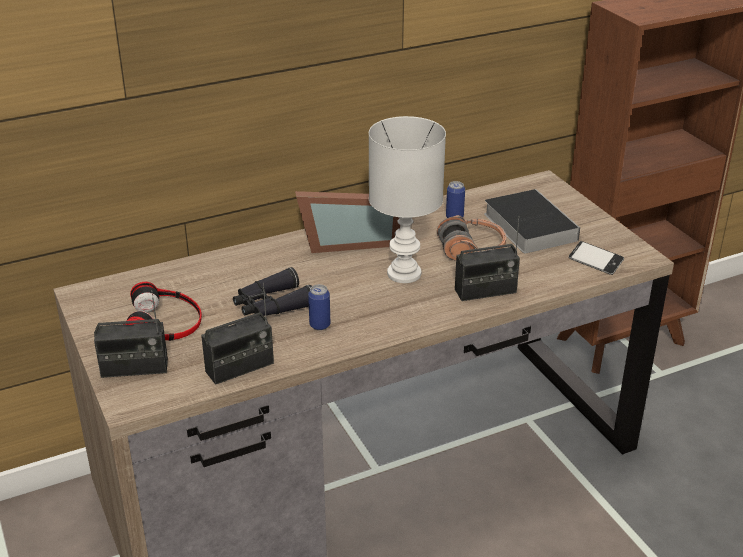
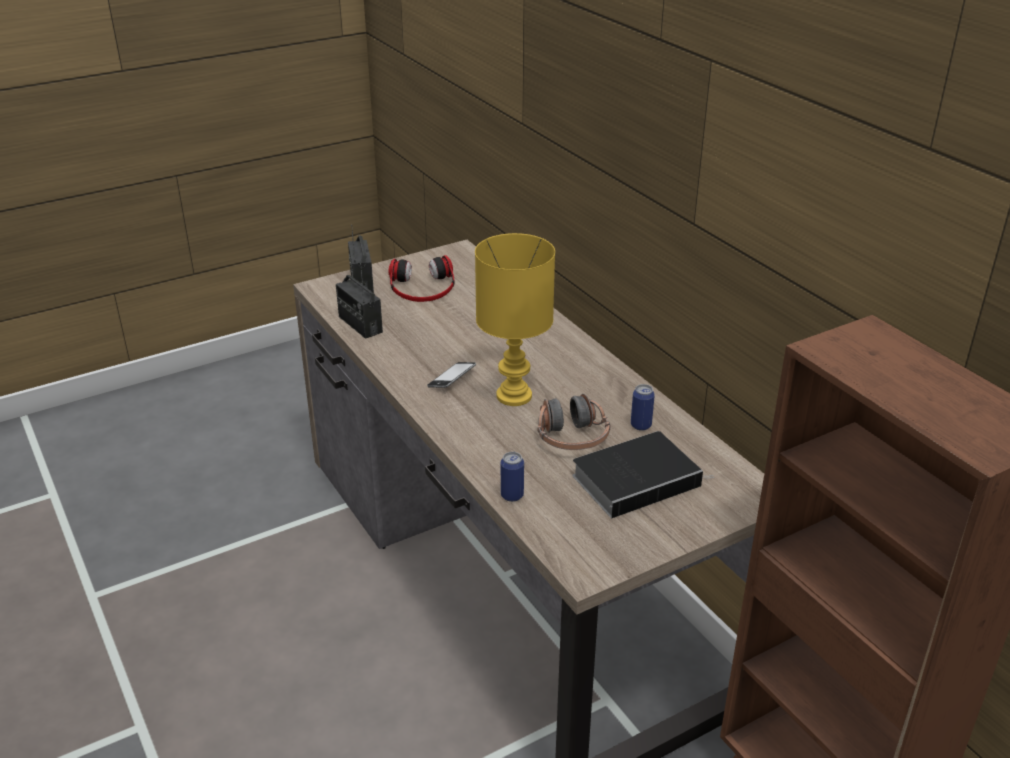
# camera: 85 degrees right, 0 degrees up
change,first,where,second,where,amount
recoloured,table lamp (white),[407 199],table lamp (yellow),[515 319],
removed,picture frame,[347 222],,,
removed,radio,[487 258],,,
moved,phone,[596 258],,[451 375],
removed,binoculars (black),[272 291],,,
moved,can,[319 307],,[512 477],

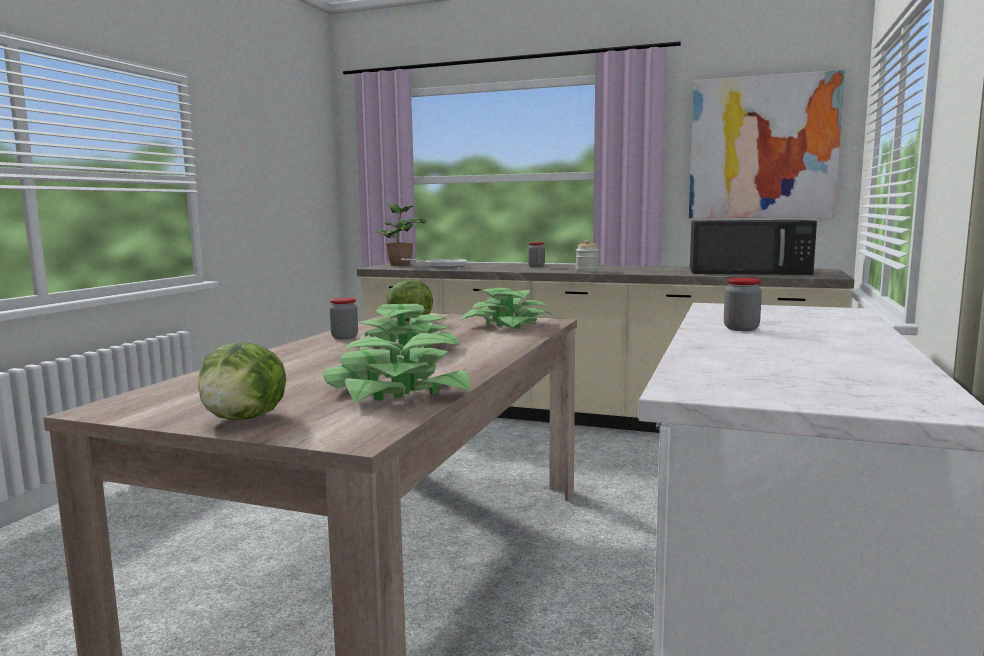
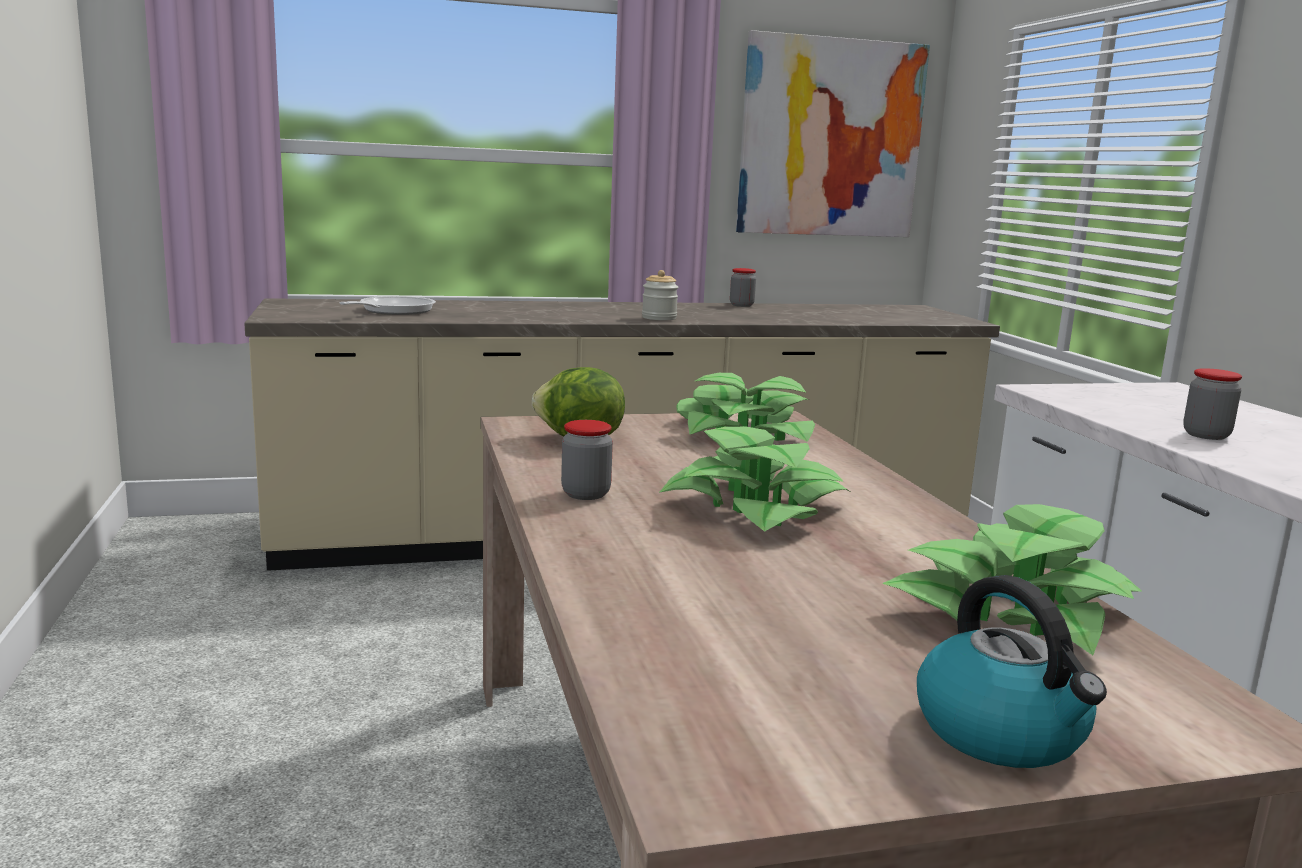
# camera: 35 degrees left, 5 degrees up
change,first,where,second,where,amount
removed,potted plant,[401 234],,,
removed,microwave (black),[753 247],,,
moved,jar,[536 254],,[743 287],
replaced,lettuce,[242 381],kettle,[1012 671],

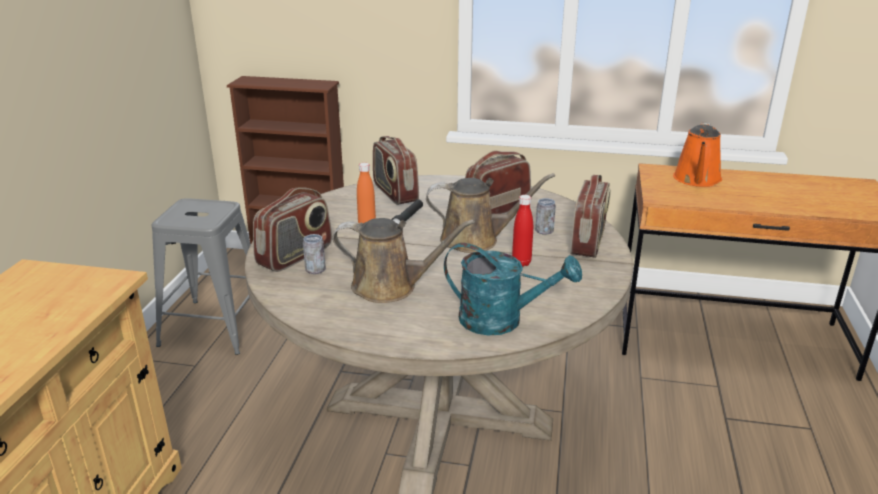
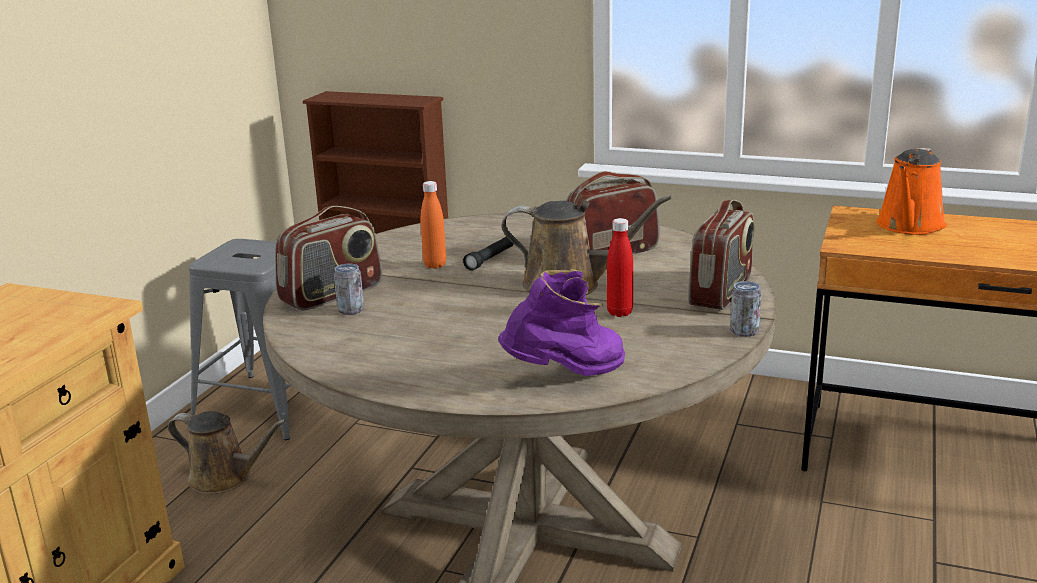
# camera: 10 degrees right, 5 degrees down
change,first,where,second,where,amount
removed,radio,[396 170],,,
moved,can,[545 216],,[746 309],
moved,watering can (brown),[403 260],,[227 453],
replaced,watering can (turquoise),[513 289],boot (purple),[561 322],

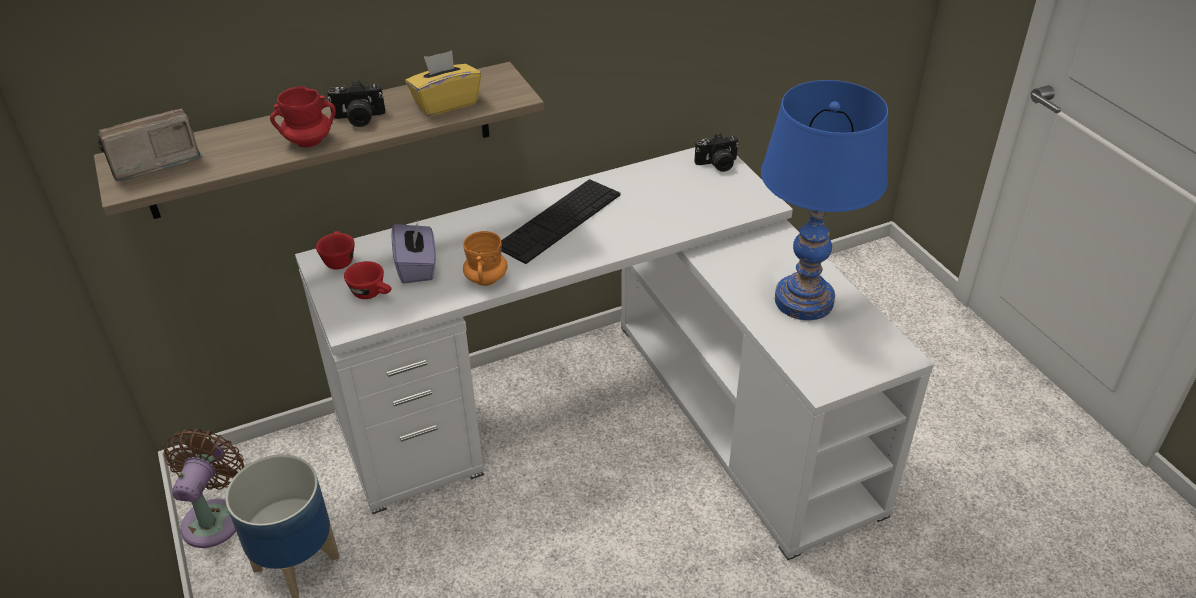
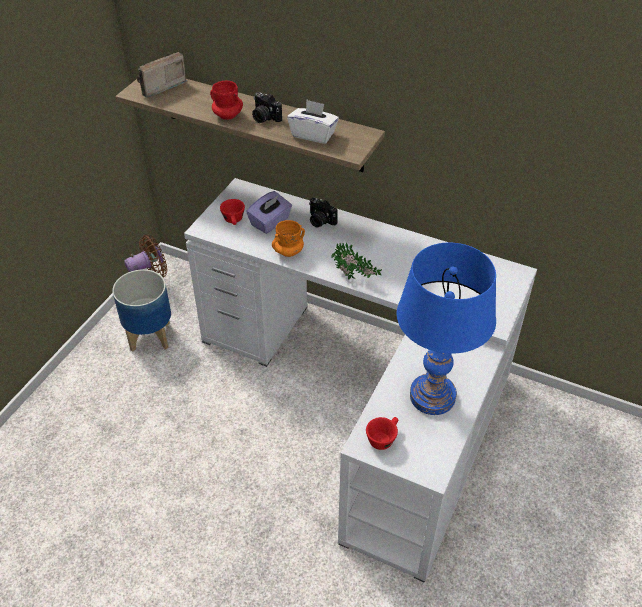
# camera: 50 degrees right, 5 degrees up
change,first,where,second,where,amount
recoloured,tissue box (yellow),[443 83],tissue box (white),[313 121],
turned,radio,[150 144],,[162 75],60 degrees counterclockwise
moved,photo camera,[716 152],,[323 213],
removed,keyboard,[561 221],,,
moved,cup (red),[335 250],,[382 433],
added,,,potted plant,[356 261],

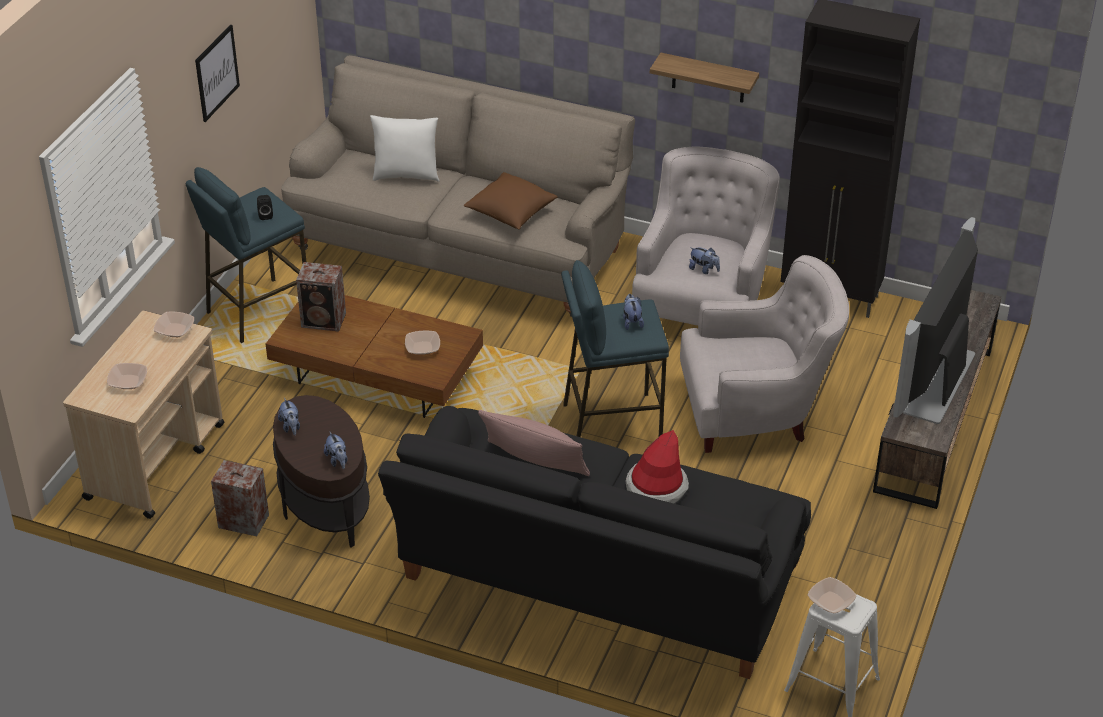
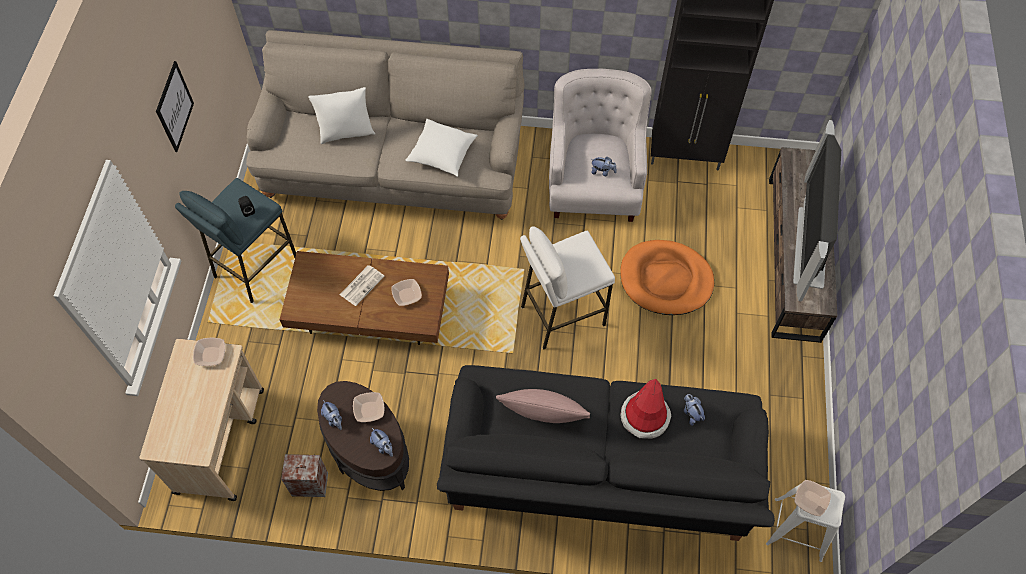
# camera: 15 degrees left, 20 degrees up
change,first,where,second,where,amount
removed,shelf,[704 78],,,
recoloured,pillow (brown),[510 201],pillow (white),[441 148],
replaced,armchair (white),[764 354],dog bed (orange),[667 277],
recoloured,stool (blue),[615 348],stool (white),[567 288],
removed,speaker,[321 297],,,
moved,plush toy,[633 312],,[694 410],
moved,bowl,[127 376],,[368 407],
added,,,newspaper,[362 285],

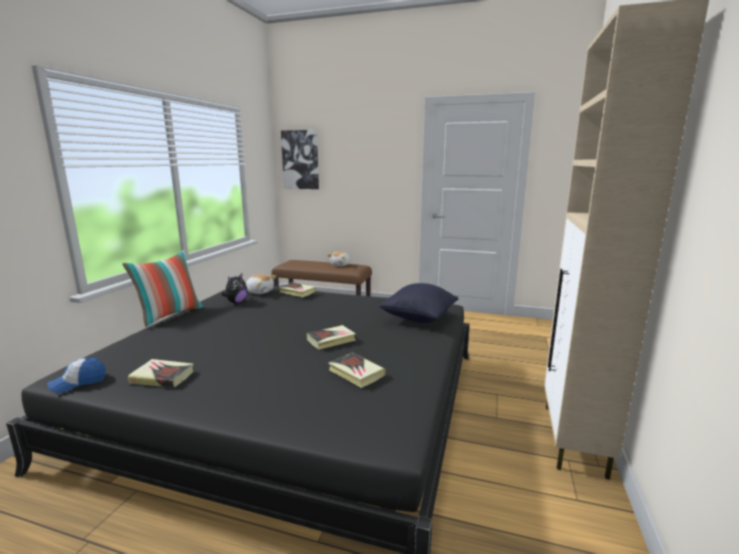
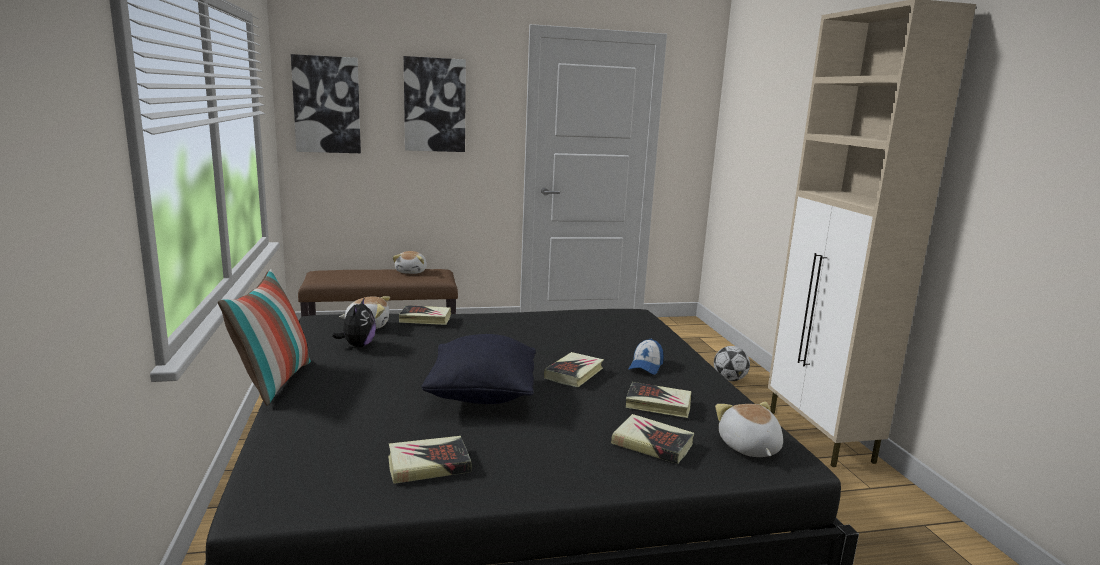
# camera: 30 degrees left, 0 degrees up
change,first,where,second,where,amount
moved,pillow (black),[418 303],,[478 369],
moved,cap,[76 375],,[646 357],
added,,,picture,[435 104],
added,,,football,[732 363],
added,,,plush toy,[749 429],
added,,,book,[652 439],

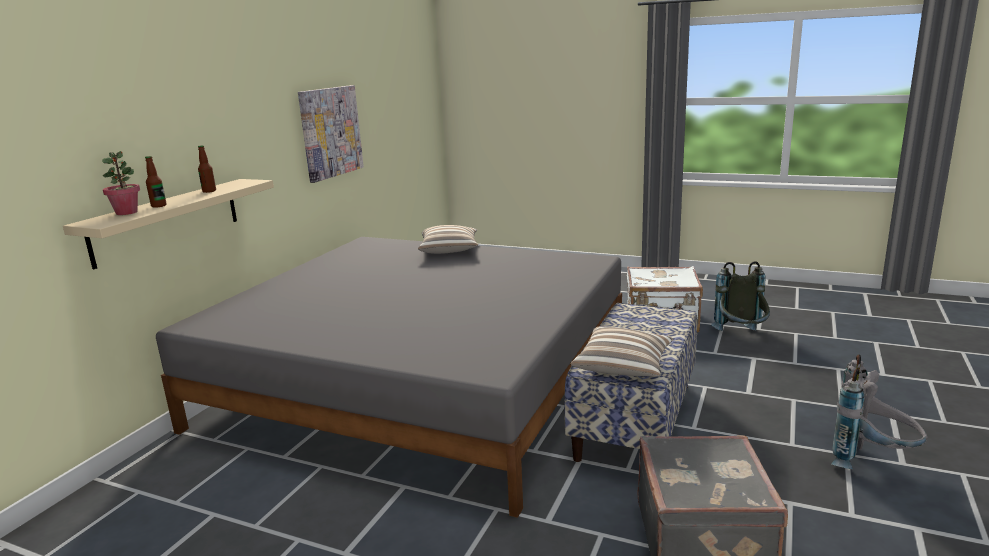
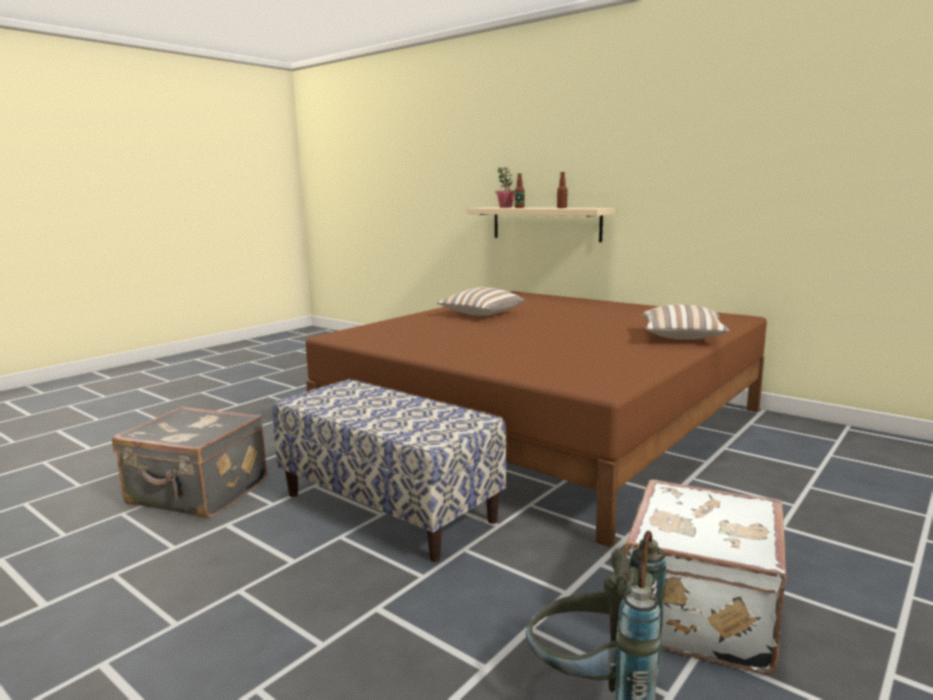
# camera: 105 degrees right, 5 degrees down
change,first,where,second,where,amount
removed,picture,[331 134],,,
recoloured,bed (grey),[389 377],bed (brown),[536 419],
moved,pillow,[622 351],,[481 301],
removed,backpack (grey),[879 412],,,

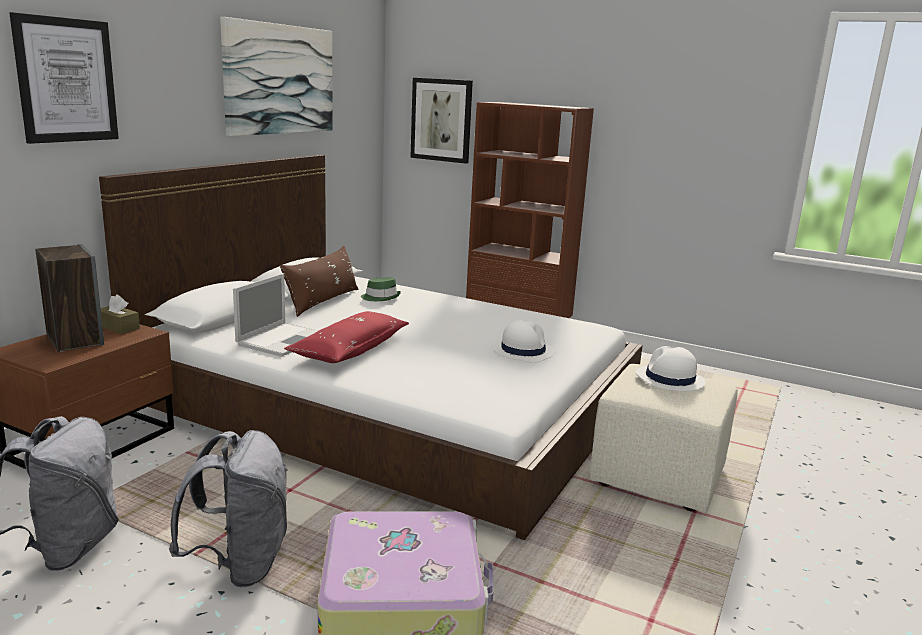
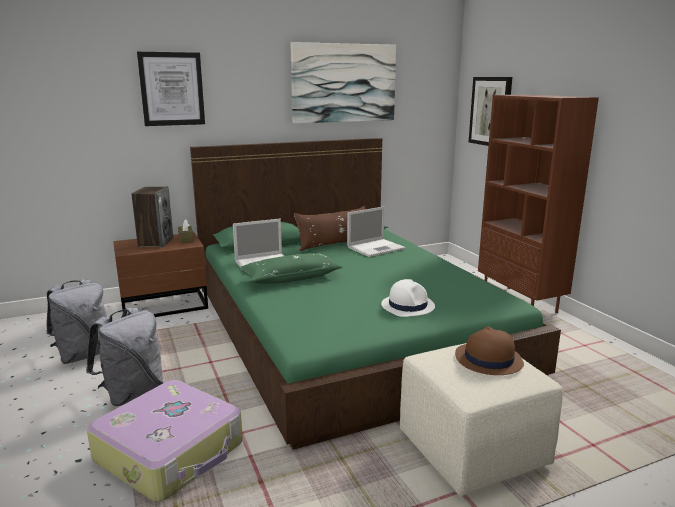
# camera: 40 degrees right, 0 degrees up
change,first,where,second,where,amount
recoloured,bed (white),[371 347],bed (green),[375 294],
replaced,hat (green),[381 289],laptop,[376 232],
recoloured,pillow (red),[346 337],pillow (green),[290 268],
recoloured,hat (white),[671 368],hat (brown),[489 350],

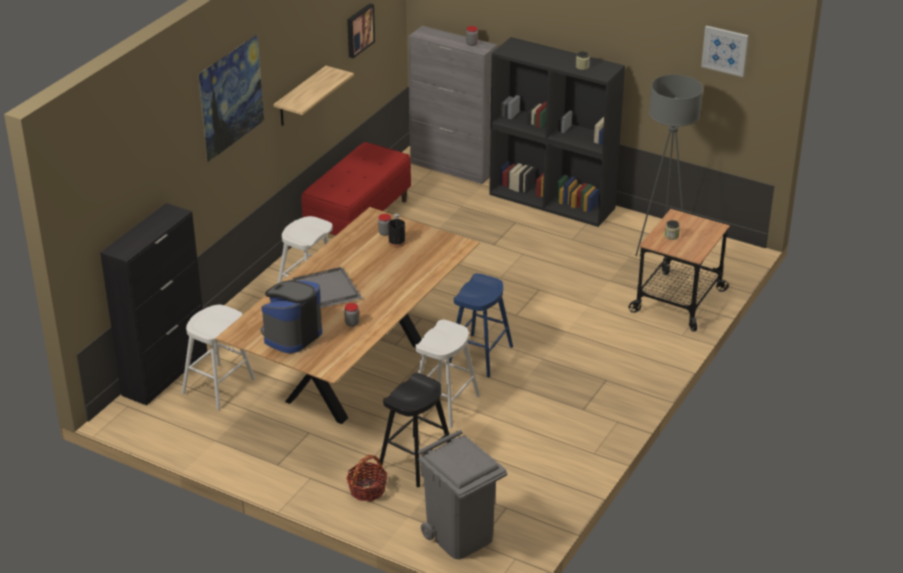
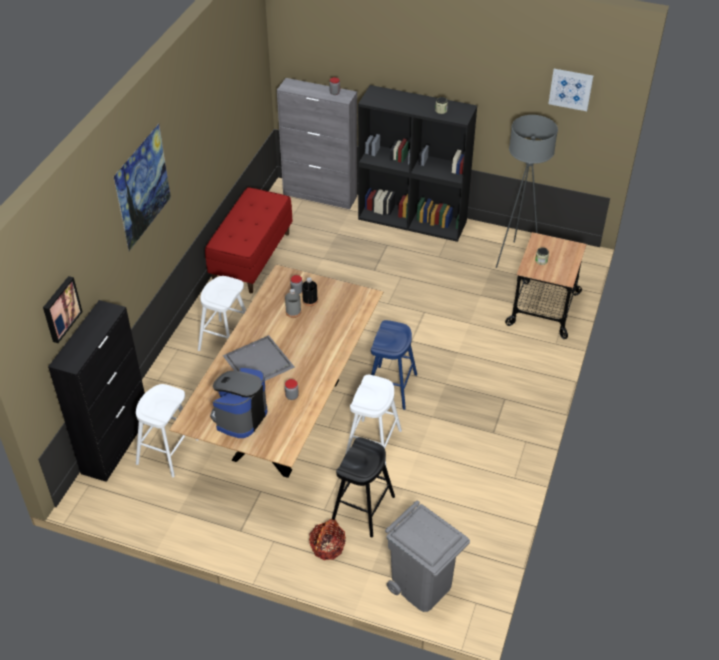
# camera: 10 degrees left, 10 degrees up
change,first,where,second,where,amount
moved,picture,[361 30],,[62 309],
removed,shelf,[313 96],,,
added,,,bottle (grey),[293 303],

